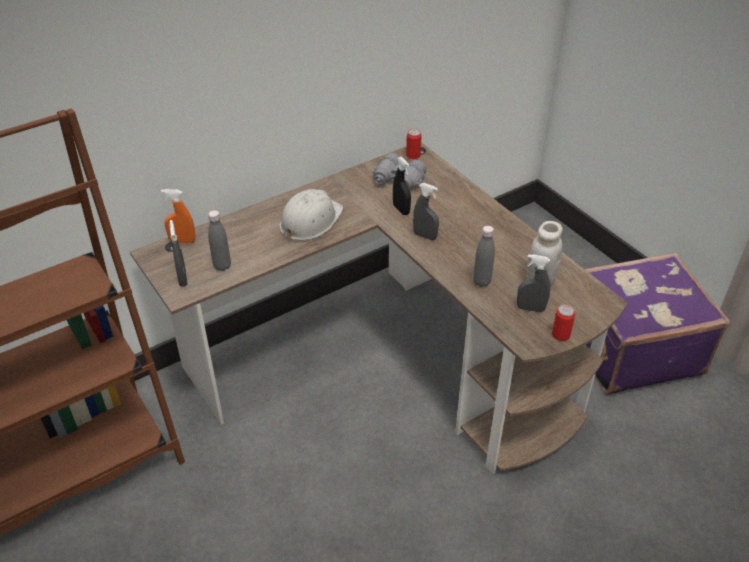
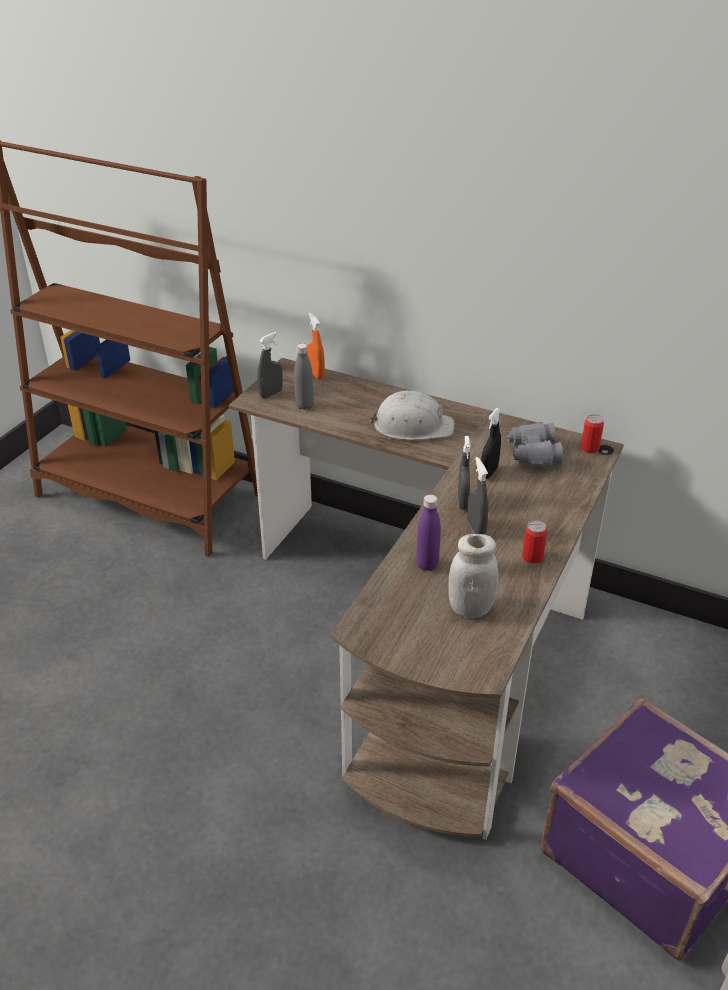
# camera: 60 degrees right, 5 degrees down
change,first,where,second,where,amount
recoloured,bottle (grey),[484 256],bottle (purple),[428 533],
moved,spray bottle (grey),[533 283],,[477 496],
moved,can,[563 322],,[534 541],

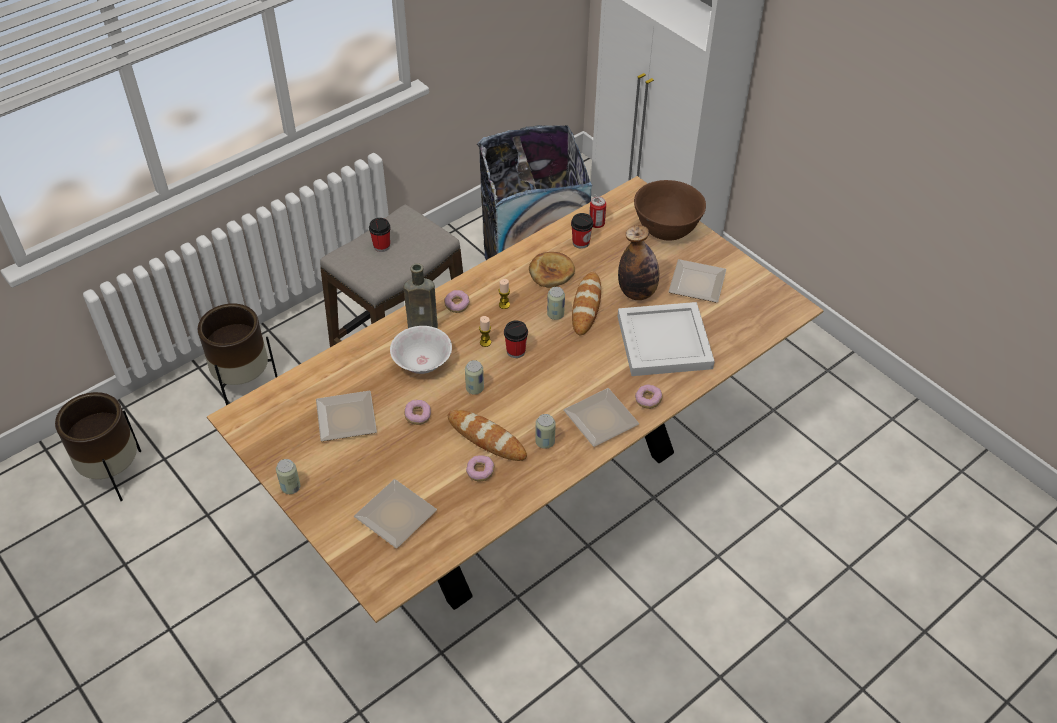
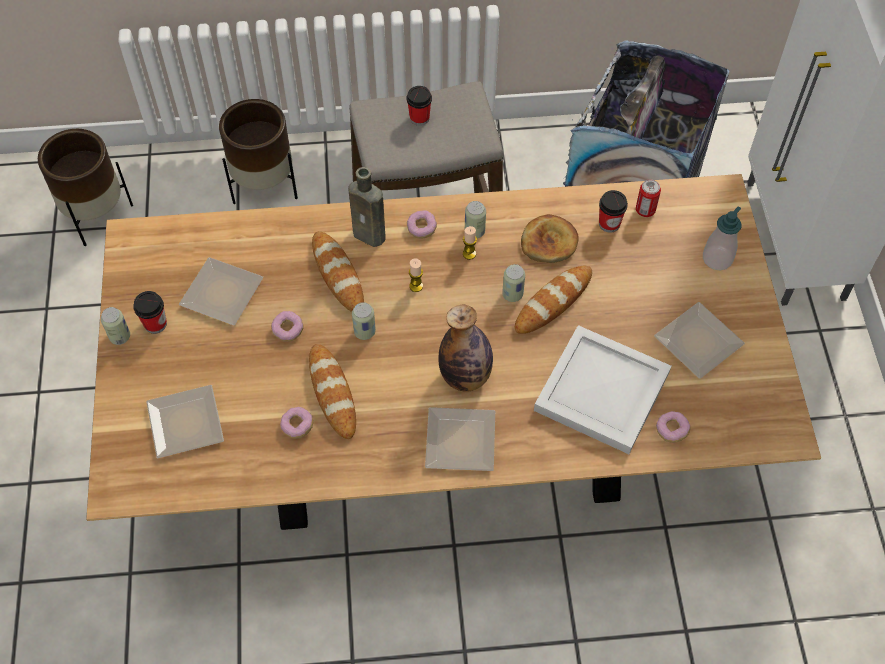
# camera: 35 degrees right, 10 degrees up
change,first,where,second,where,amount
replaced,bowl (brown),[670 210],soap dispenser,[722 238],
moved,bottle,[638 262],,[466 348],
moved,cup,[516 339],,[150 312],
replaced,bowl (white),[421 350],bread,[338 271],
moved,donut,[649 396],,[673 427],
moved,can,[545 431],,[475 219],

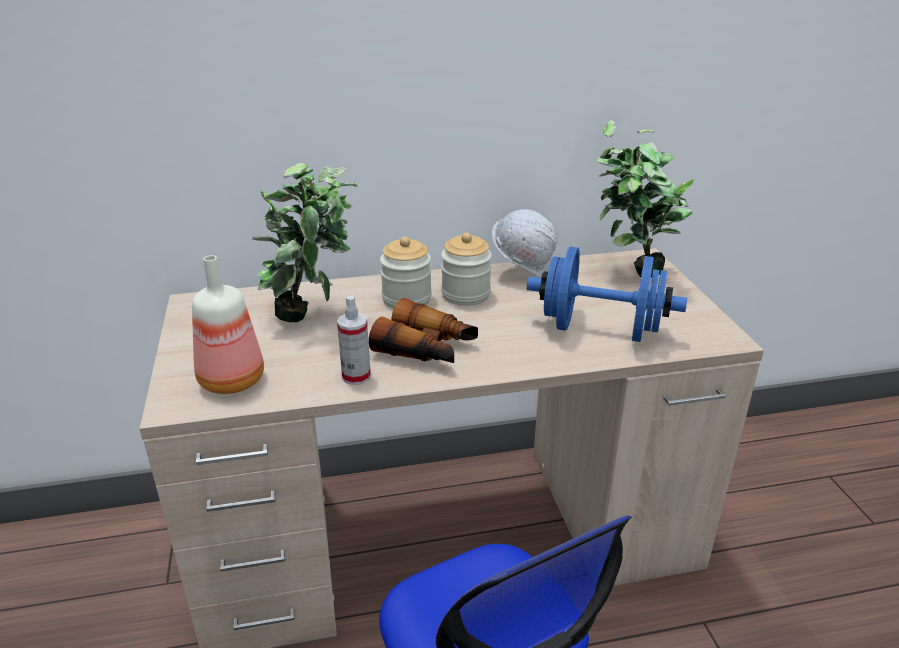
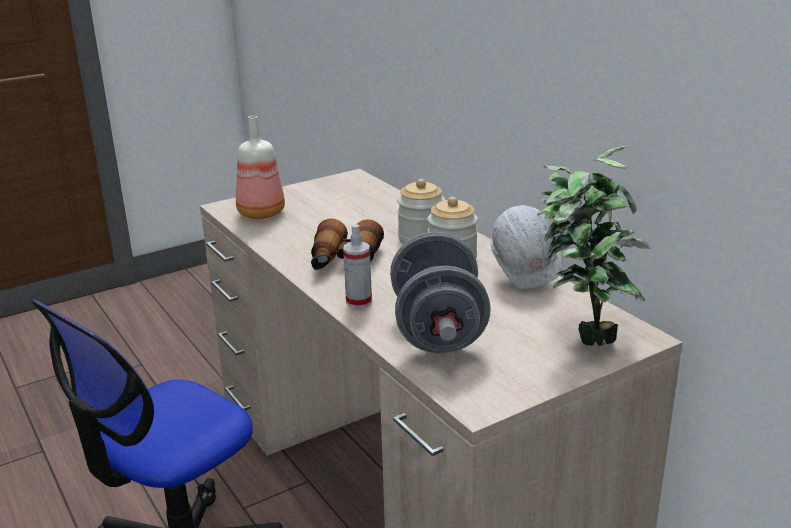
# camera: 70 degrees right, 5 degrees down
change,first,where,second,where,amount
removed,potted plant,[304 242],,,
recoloured,dumbbell (blue),[607 294],dumbbell (grey),[440 292],
moved,spray bottle,[354 340],,[357 266],

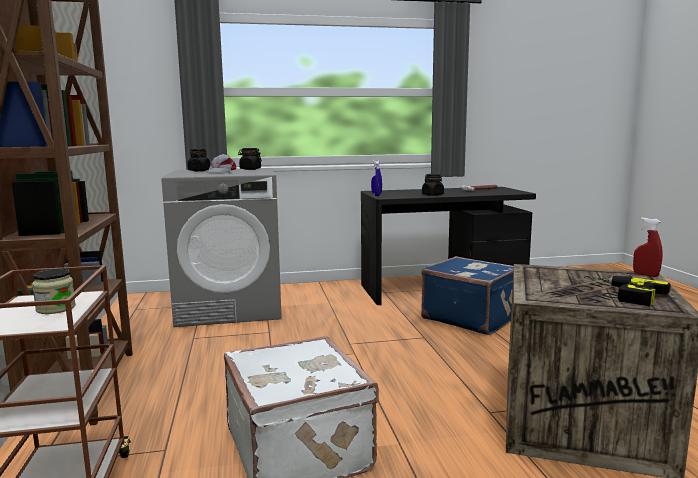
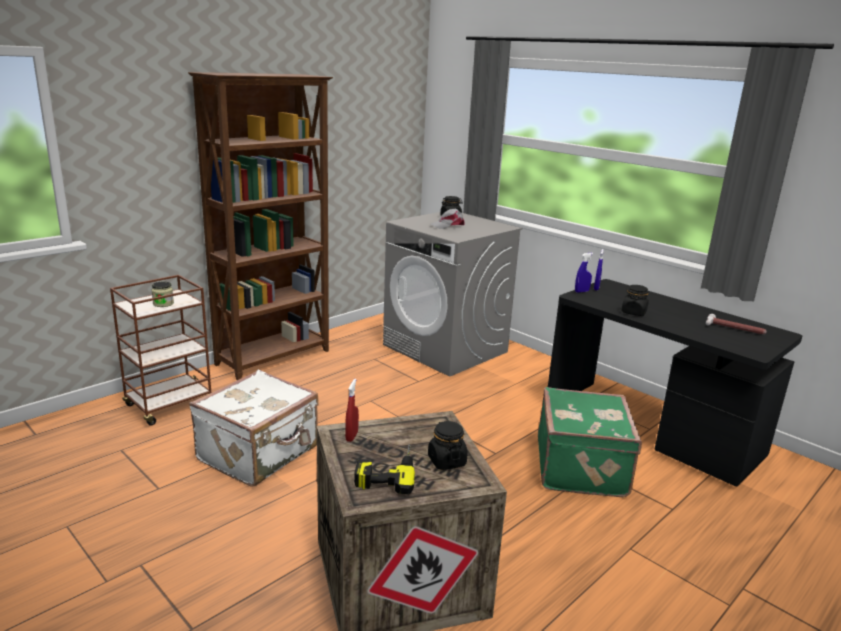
# camera: 55 degrees right, 10 degrees up
change,first,where,second,where,amount
moved,jar (black),[250 159],,[448 445],
moved,spray bottle (red),[648 247],,[352 410],
recoloured,suitcase (blue),[467 295],suitcase (green),[590 442],

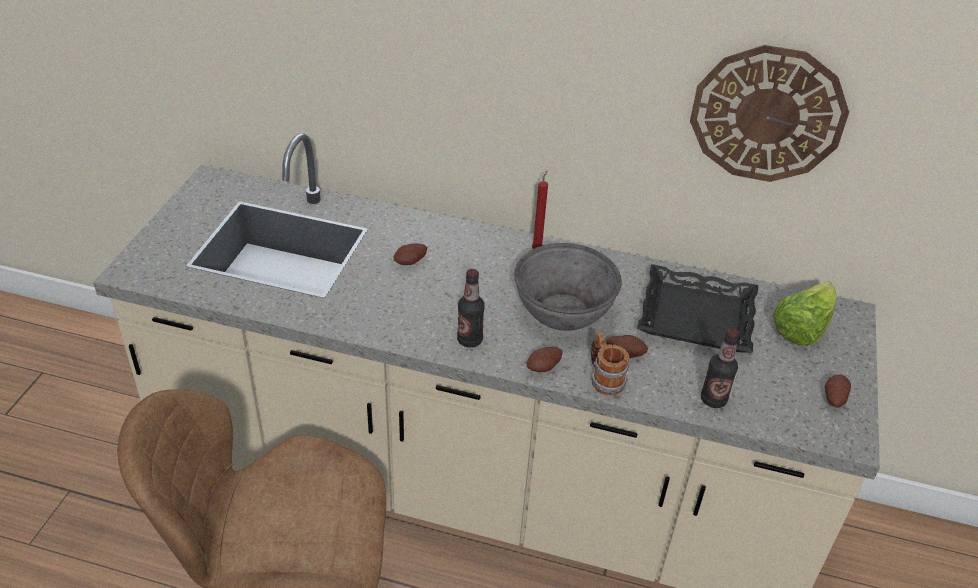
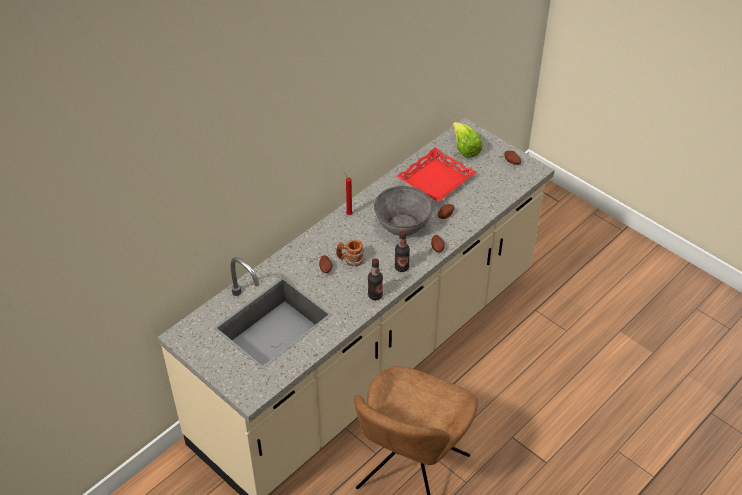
# camera: 60 degrees left, 5 degrees up
change,first,where,second,where,amount
removed,wall clock,[769 113],,,
recoloured,tray (black),[697 308],tray (red),[436 174],
moved,bottle,[720 368],,[375 279],
moved,mug,[610 363],,[350 252],

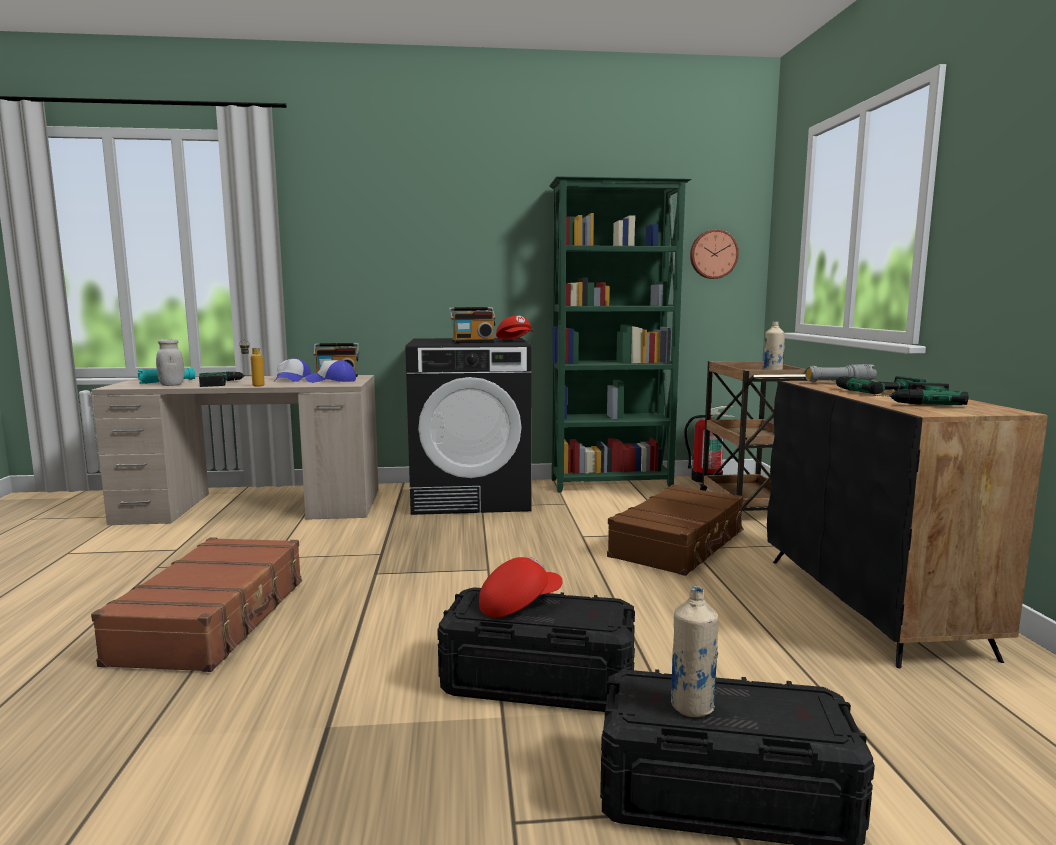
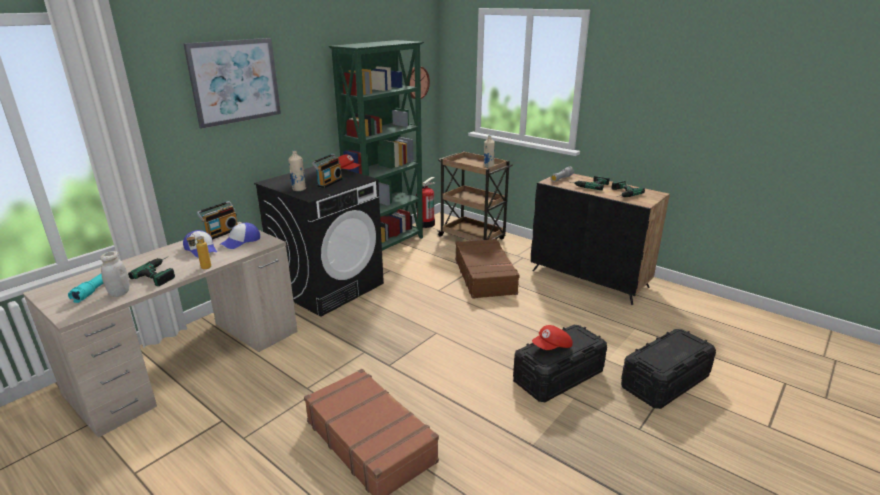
# camera: 45 degrees left, 15 degrees up
change,first,where,second,where,amount
turned,cap (red),[521 587],,[552 337],135 degrees counterclockwise
moved,bottle (beige),[694 651],,[297 170],
added,,,picture,[232 83],

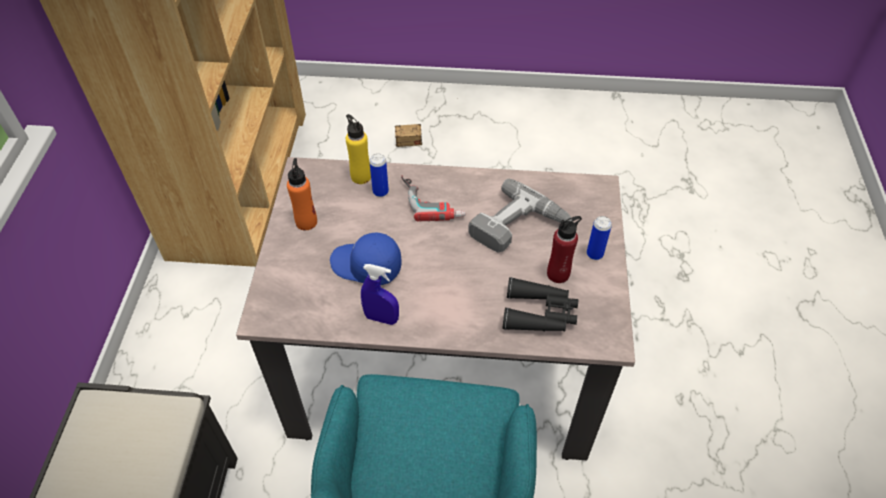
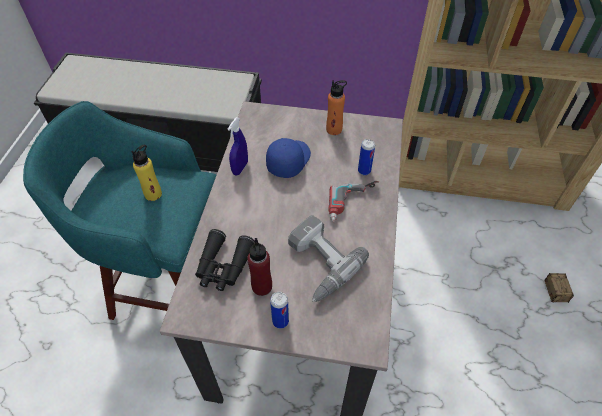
# camera: 95 degrees right, 0 degrees up
change,first,where,second,where,amount
moved,bottle (yellow),[358 149],,[146 173],

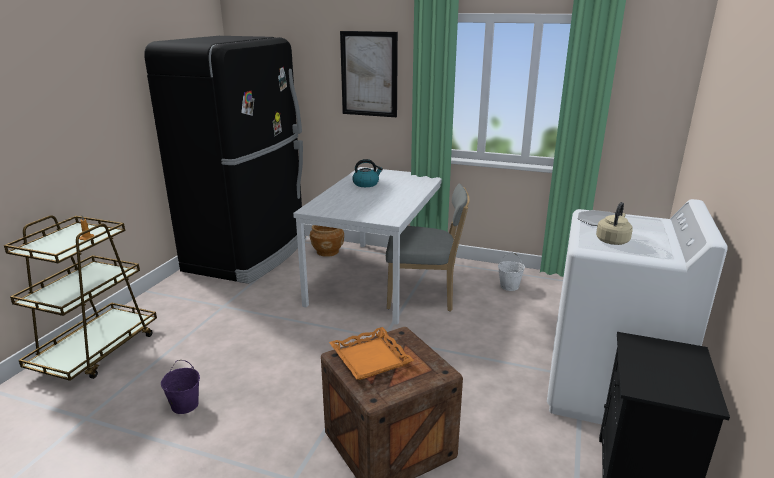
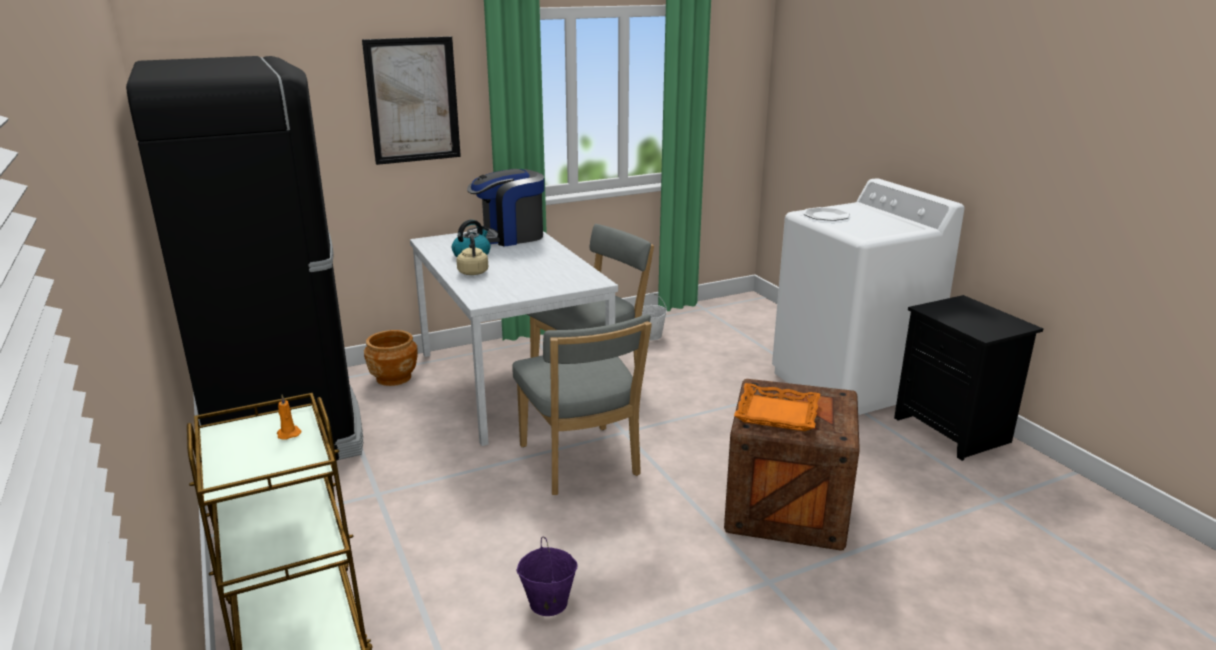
# camera: 45 degrees left, 0 degrees up
change,first,where,second,where,amount
moved,kettle (beige),[614 223],,[472 254],
added,,,coffee machine,[505 208],
added,,,chair (grey),[582 404],

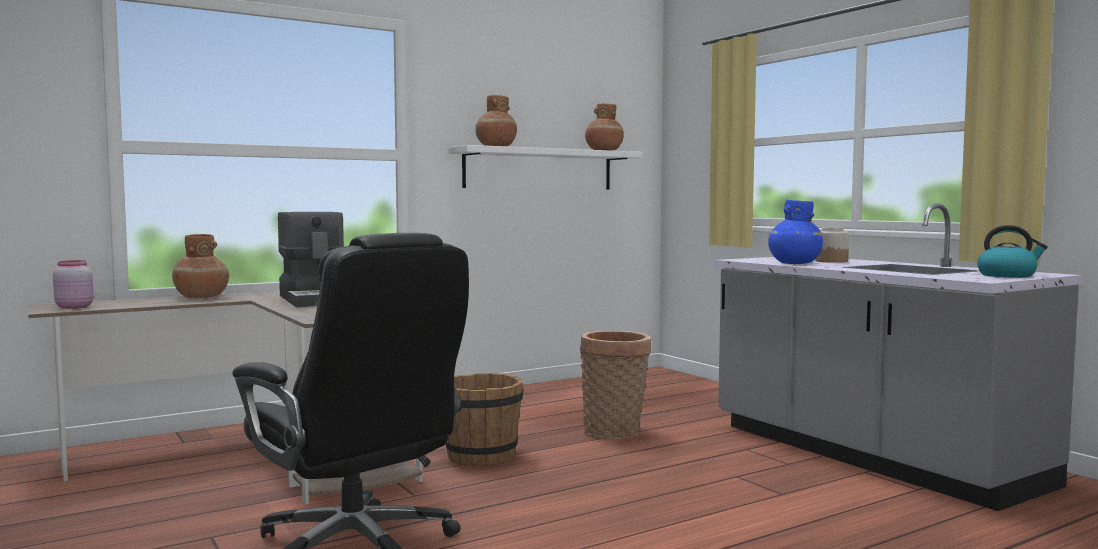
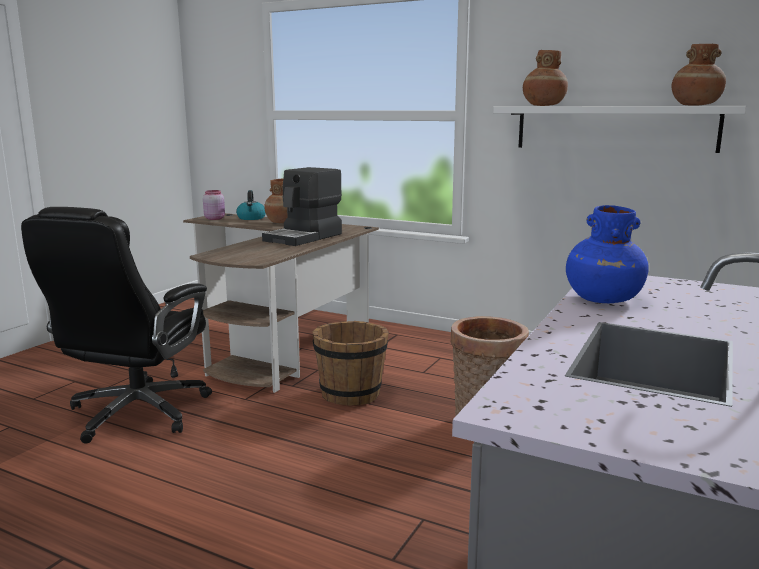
# camera: 60 degrees right, 10 degrees up
change,first,where,second,where,amount
moved,kettle,[1012 251],,[251 205],
removed,jar,[832 245],,,

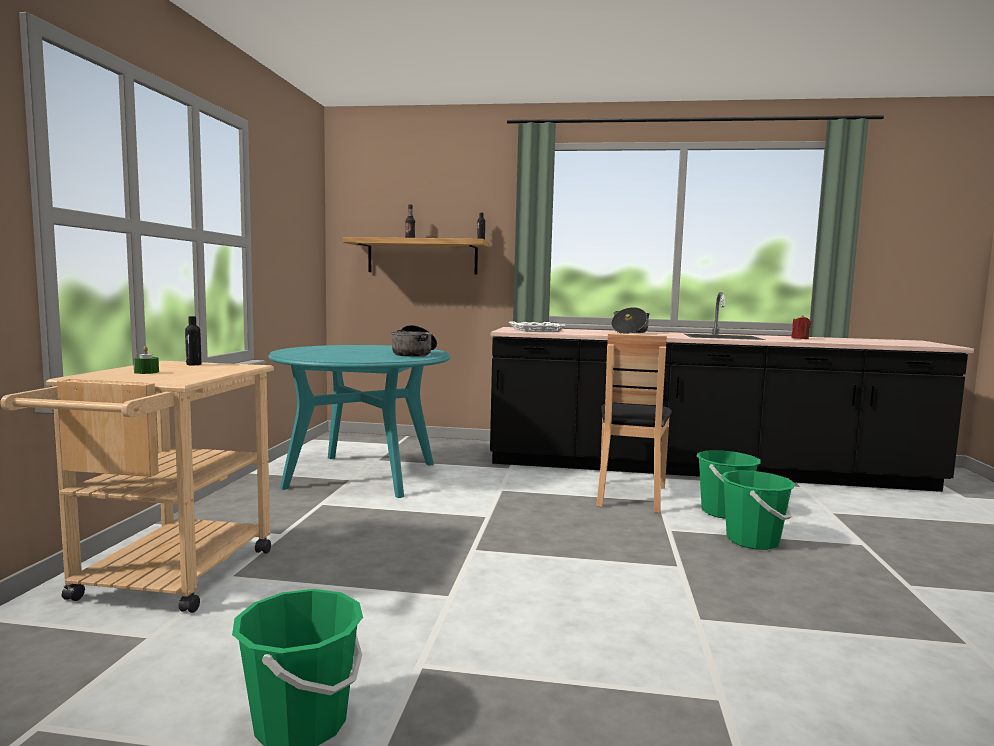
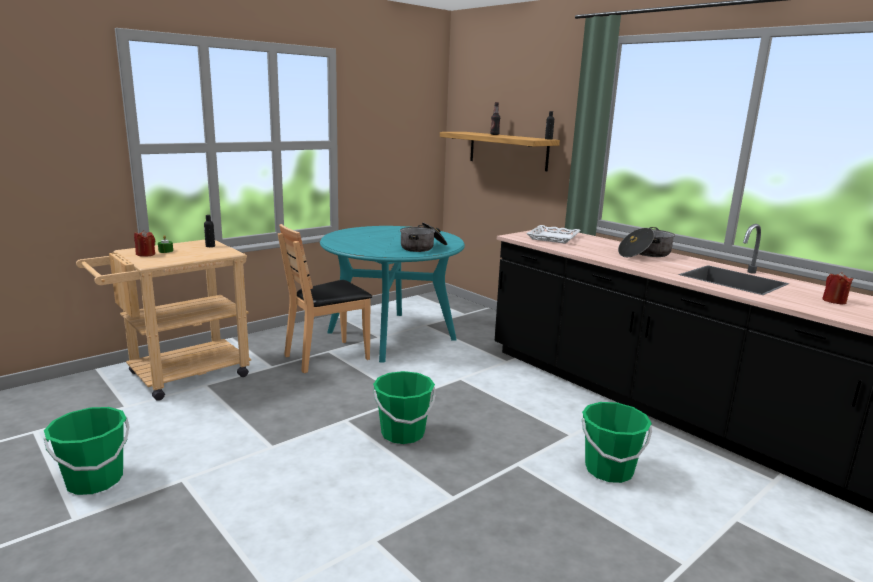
# camera: 40 degrees right, 10 degrees up
change,first,where,second,where,amount
moved,chair (brown),[634 423],,[325 298],
moved,bucket (green),[758 510],,[404 407],
added,,,candle (red),[144 243],

